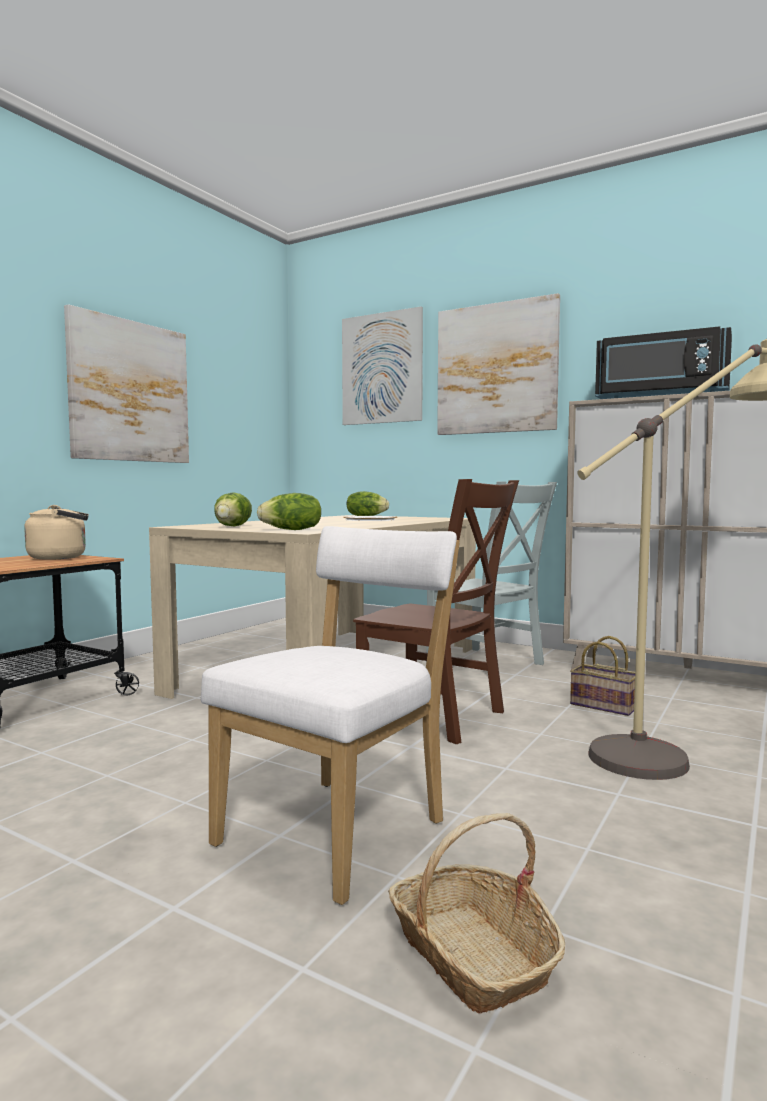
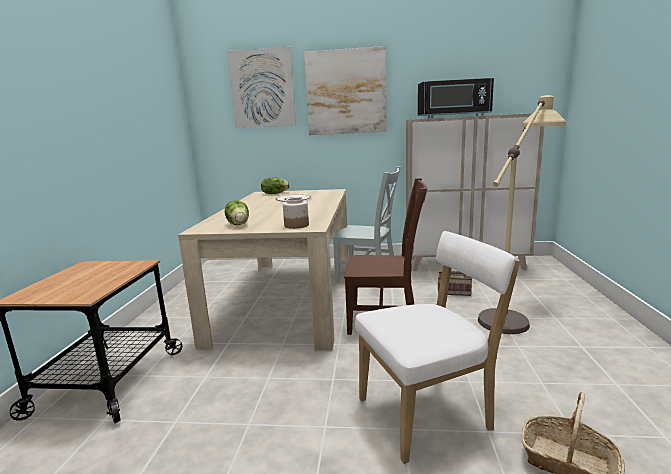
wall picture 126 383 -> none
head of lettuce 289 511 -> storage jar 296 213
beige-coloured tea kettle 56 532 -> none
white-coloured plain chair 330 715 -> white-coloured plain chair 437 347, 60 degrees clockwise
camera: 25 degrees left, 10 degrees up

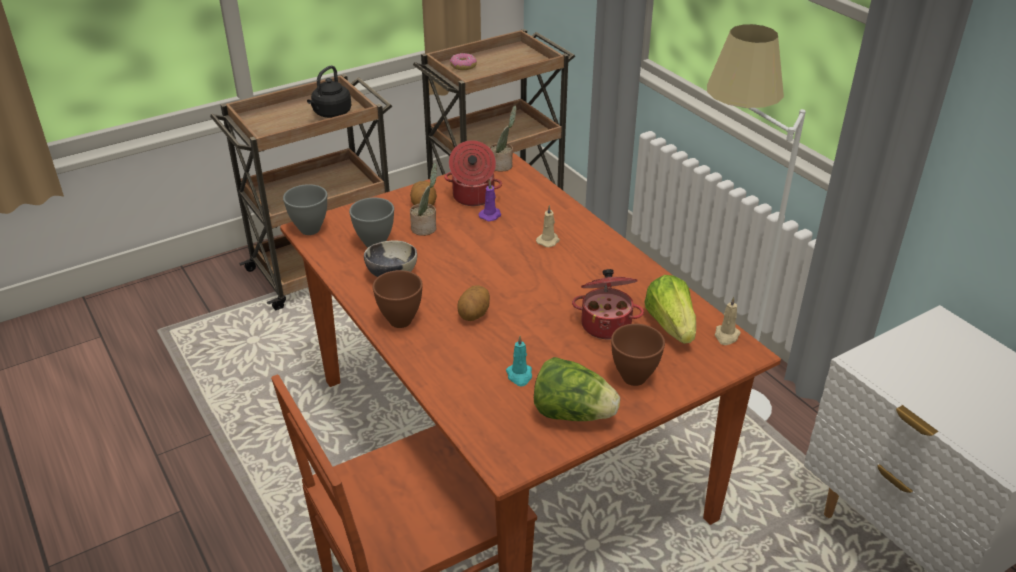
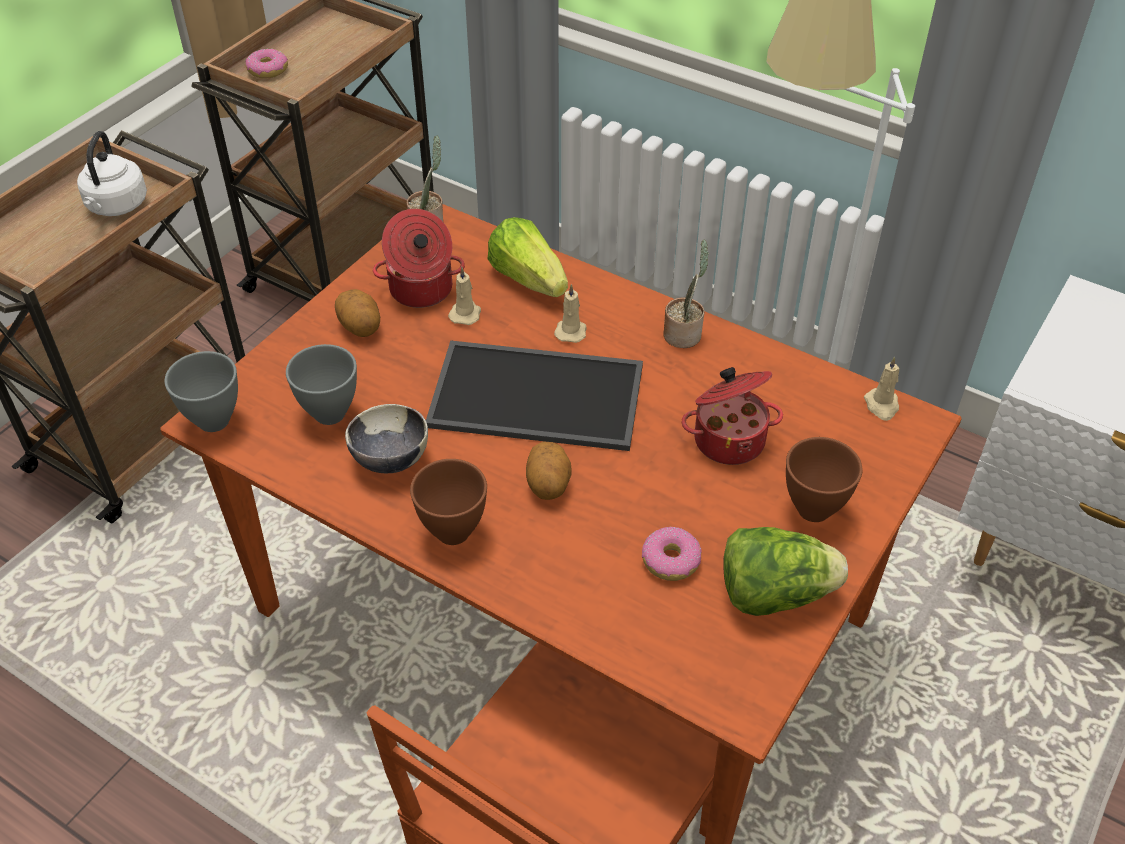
blackish tea kettle 329 91 -> white-coloured tea kettle 112 173
potted plant 423 199 -> potted plant 686 294, moved
purple-coloured wax light 490 201 -> beige-coloured wax light 464 296
head of lettuce 670 309 -> head of lettuce 528 257, moved
blue-green wax light 519 361 -> doughnut 672 554
none -> serving tray 534 395
camera: 25 degrees left, 10 degrees up

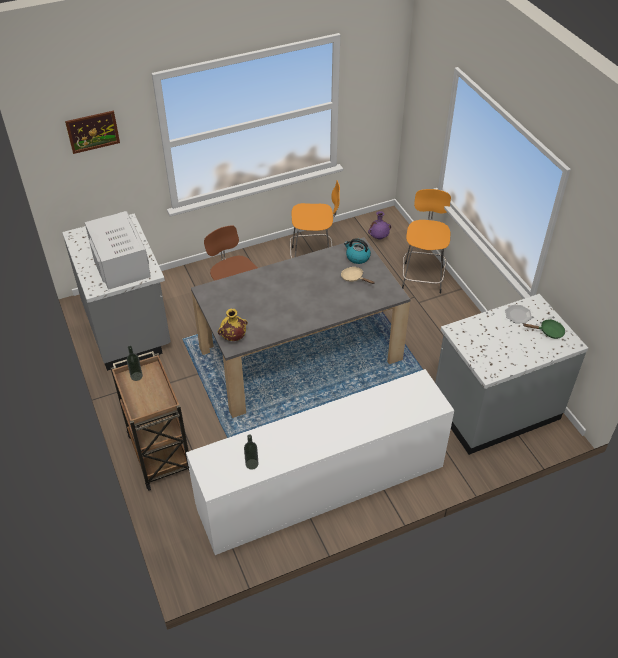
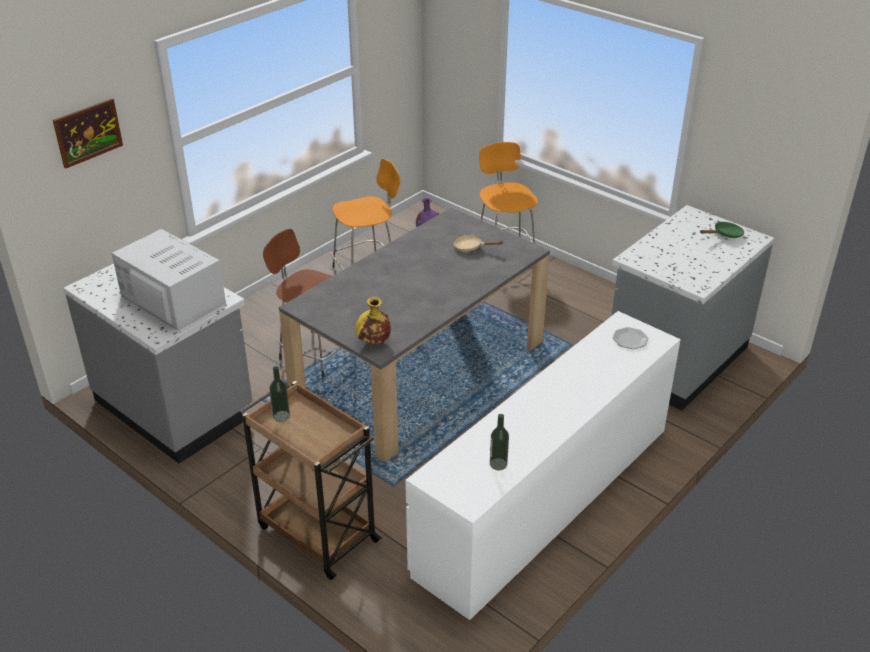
tea kettle 357 251 -> none
flat dish 518 314 -> flat dish 631 338, moved
camera: 25 degrees left, 10 degrees down

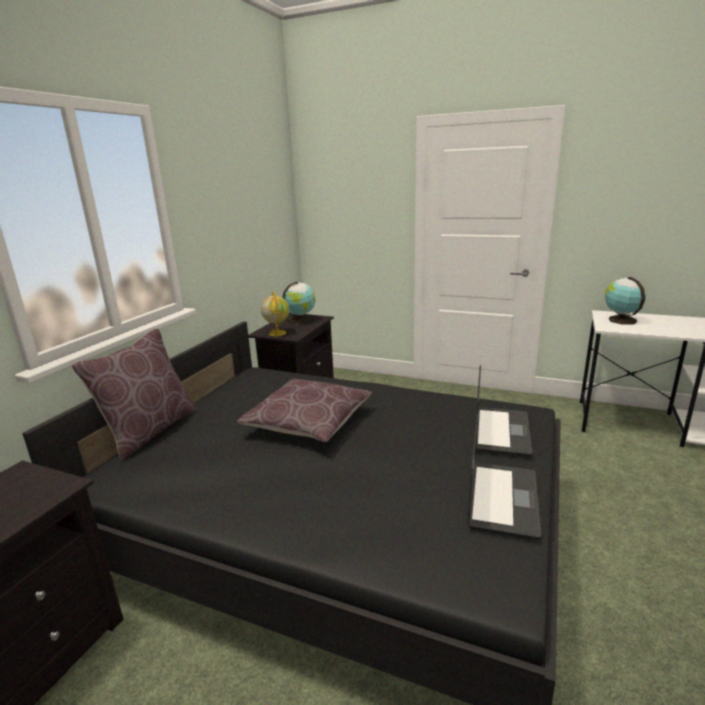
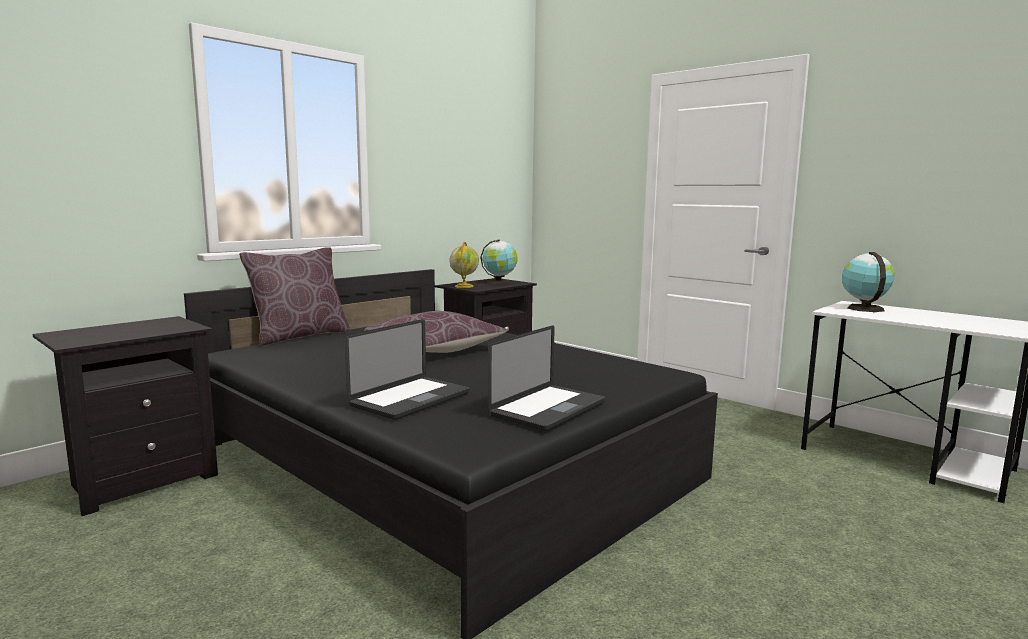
portable computer 504 411 -> portable computer 407 369, moved
camera: 20 degrees right, 10 degrees down

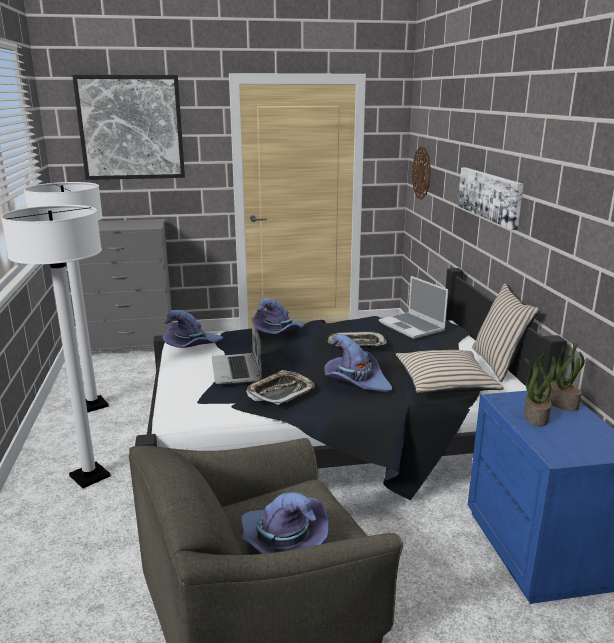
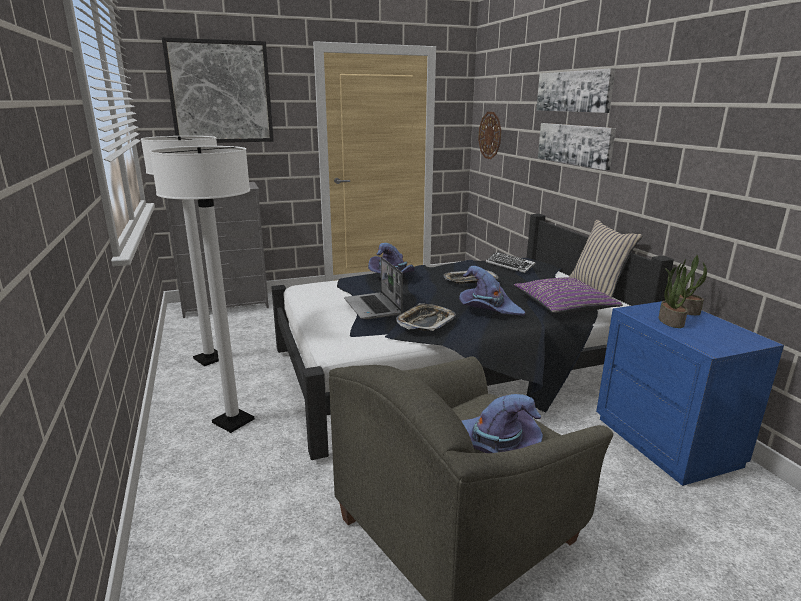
portable computer 414 307 -> keyboard 510 262
purple-coloured clothing hat 192 329 -> none
beige-coloured pillow 449 371 -> purple-coloured pillow 568 295
none -> wall picture 575 90
camera: 10 degrees left, 0 degrees up

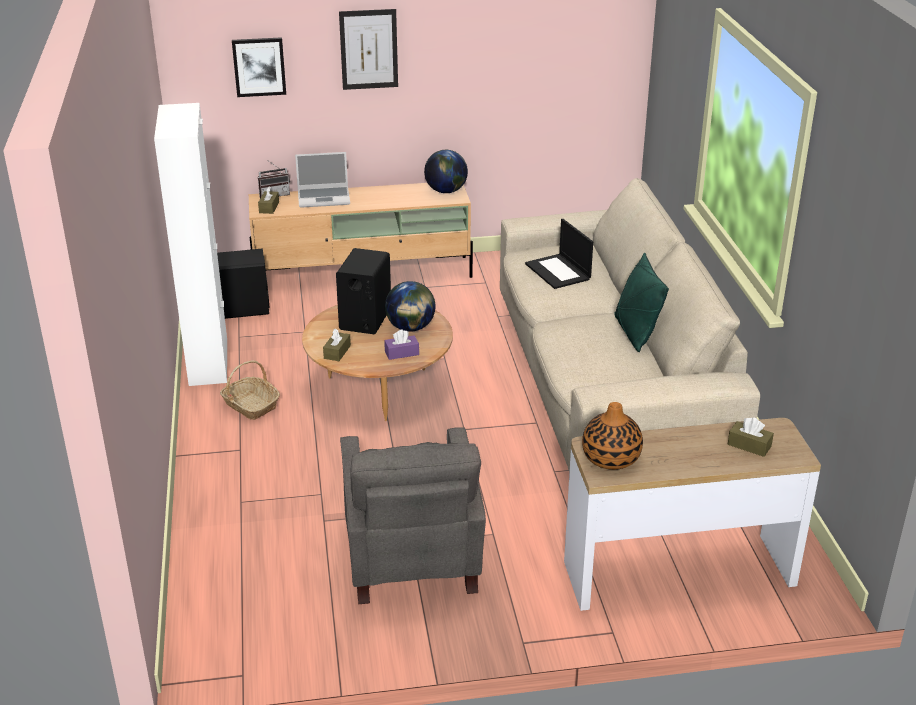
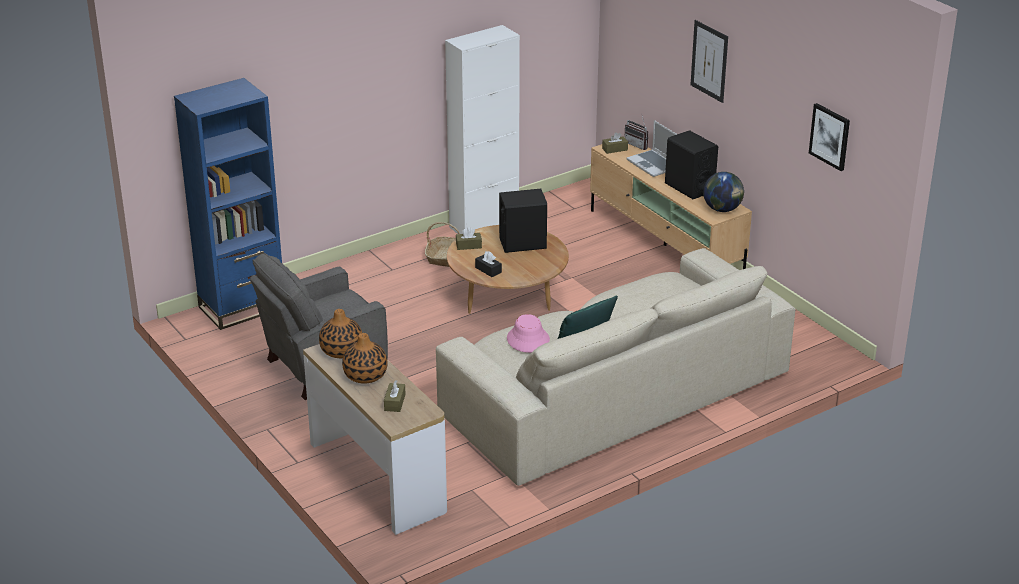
wall picture 259 67 -> wall picture 829 137, moved
portable computer 559 254 -> none
blackish audio speaker 243 283 -> blackish audio speaker 691 164, moved
world globe 410 306 -> none
purple-coloured tissue holder 401 345 -> blackish tissue holder 488 264
none -> blue bookshelf 228 204
none -> pink clothing hat 528 333
none -> vase 365 358
camera: 65 degrees right, 0 degrees up

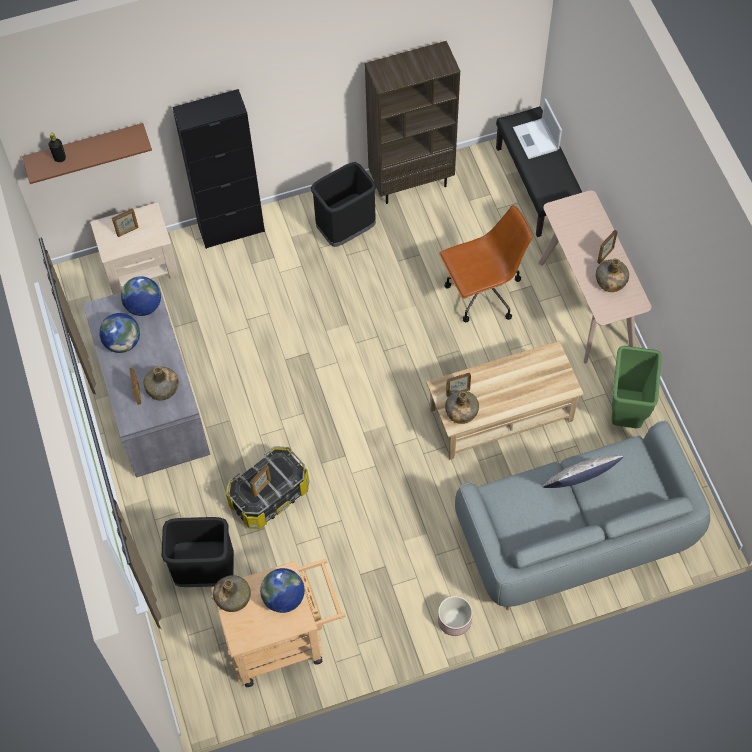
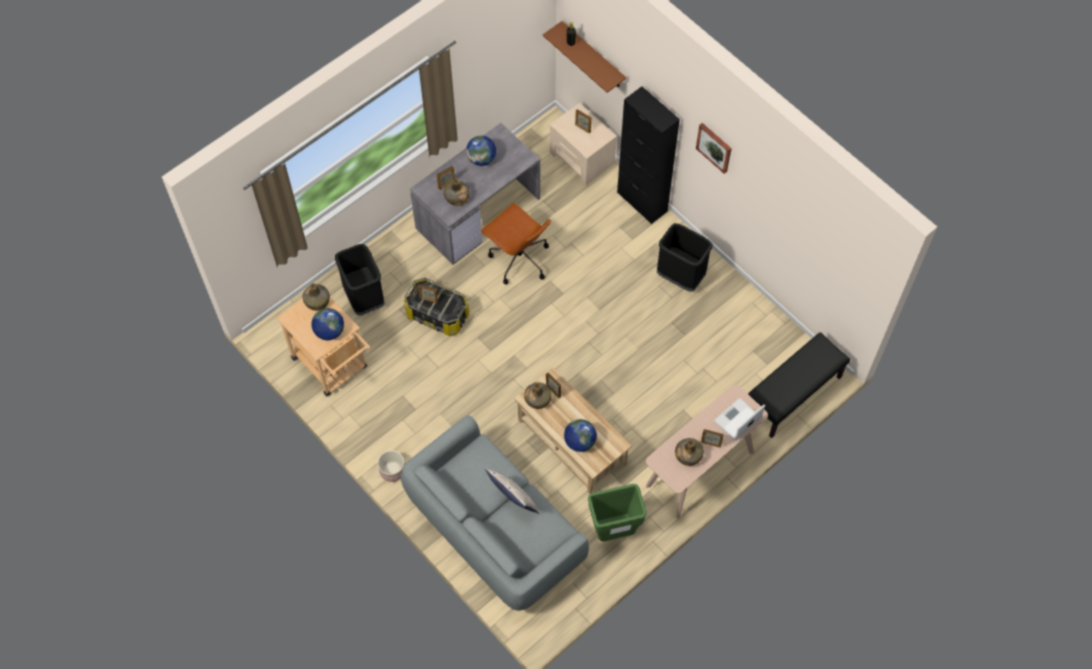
brown-coloured bookshelf 412 122 -> none
portable computer 537 129 -> portable computer 739 419, moved
brown-coloured computer chair 486 263 -> brown-coloured computer chair 516 243, moved
world globe 141 296 -> world globe 580 435, moved
none -> wall picture 714 148
camera: 65 degrees right, 0 degrees up

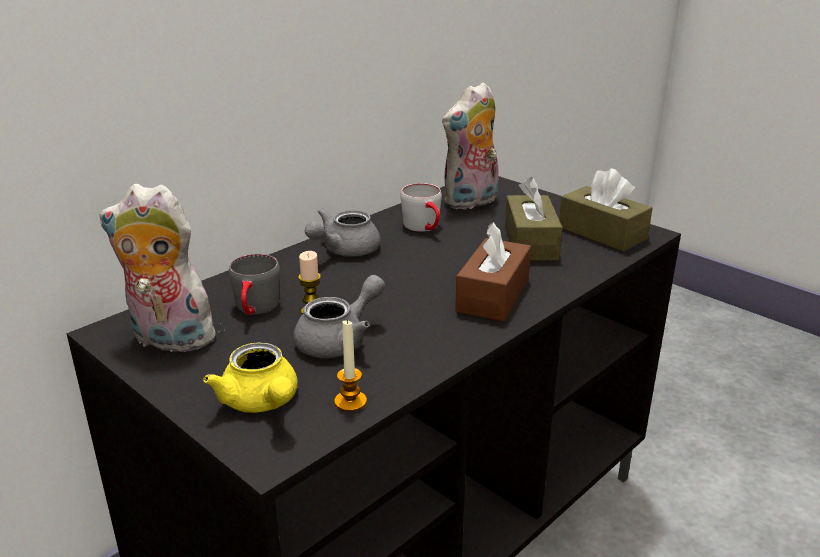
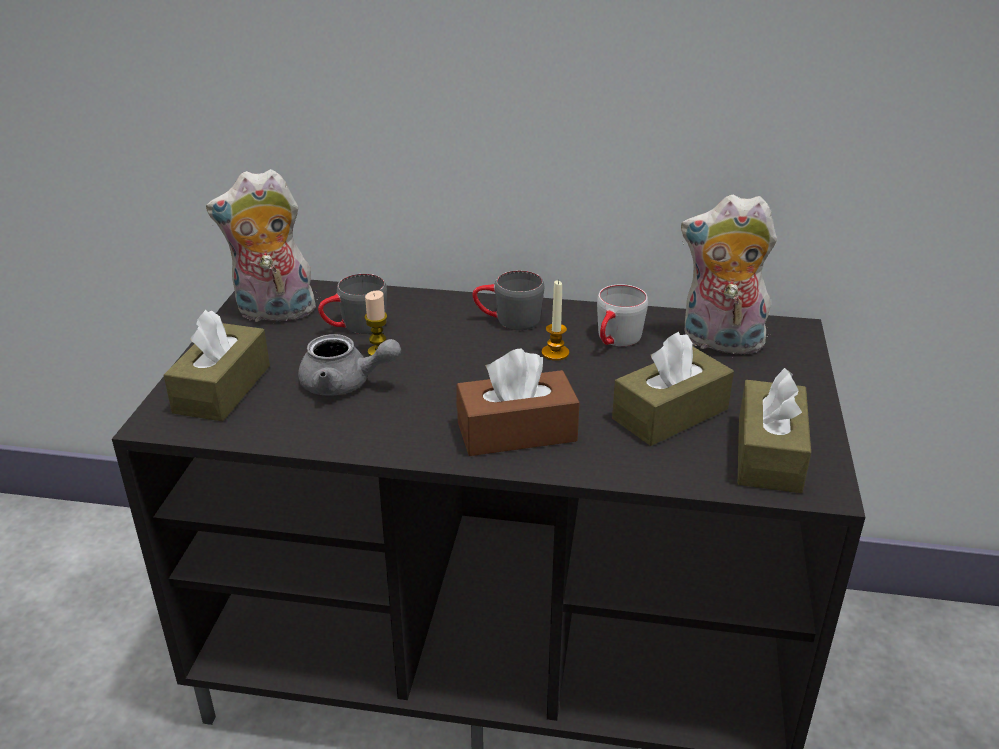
soft toy 159 268 -> soft toy 261 247, 75 degrees counterclockwise
gray tea pot 343 233 -> gray tea mug 508 300
wax light 350 366 -> wax light 555 320, moved
yellowish tea pot 250 378 -> brown-coloured tissue holder 217 365
camera: 55 degrees right, 5 degrees up

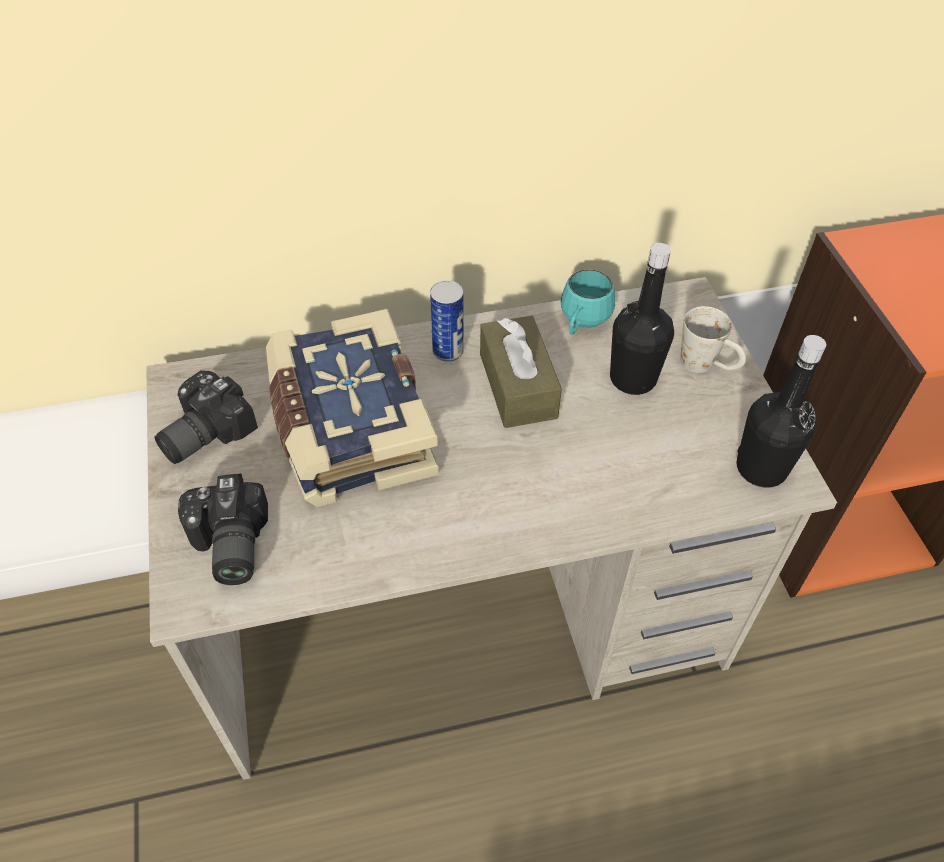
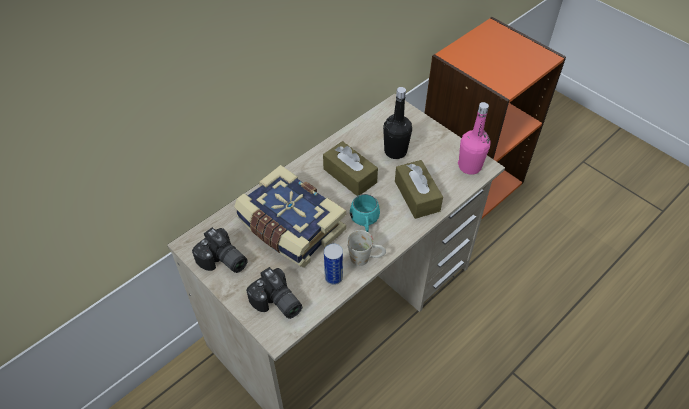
blue-green tea mug 588 302 -> blue-green tea mug 365 213, moved
sealed can 447 321 -> sealed can 333 264, moved
white-coloured tea mug 713 339 -> white-coloured tea mug 366 248, moved
blackish beverage bottle 781 411 -> pink beverage bottle 474 138
still camera 206 417 -> still camera 220 250, 60 degrees counterclockwise
none -> brown-coloured tissue holder 419 189
camera: 30 degrees left, 0 degrees up

